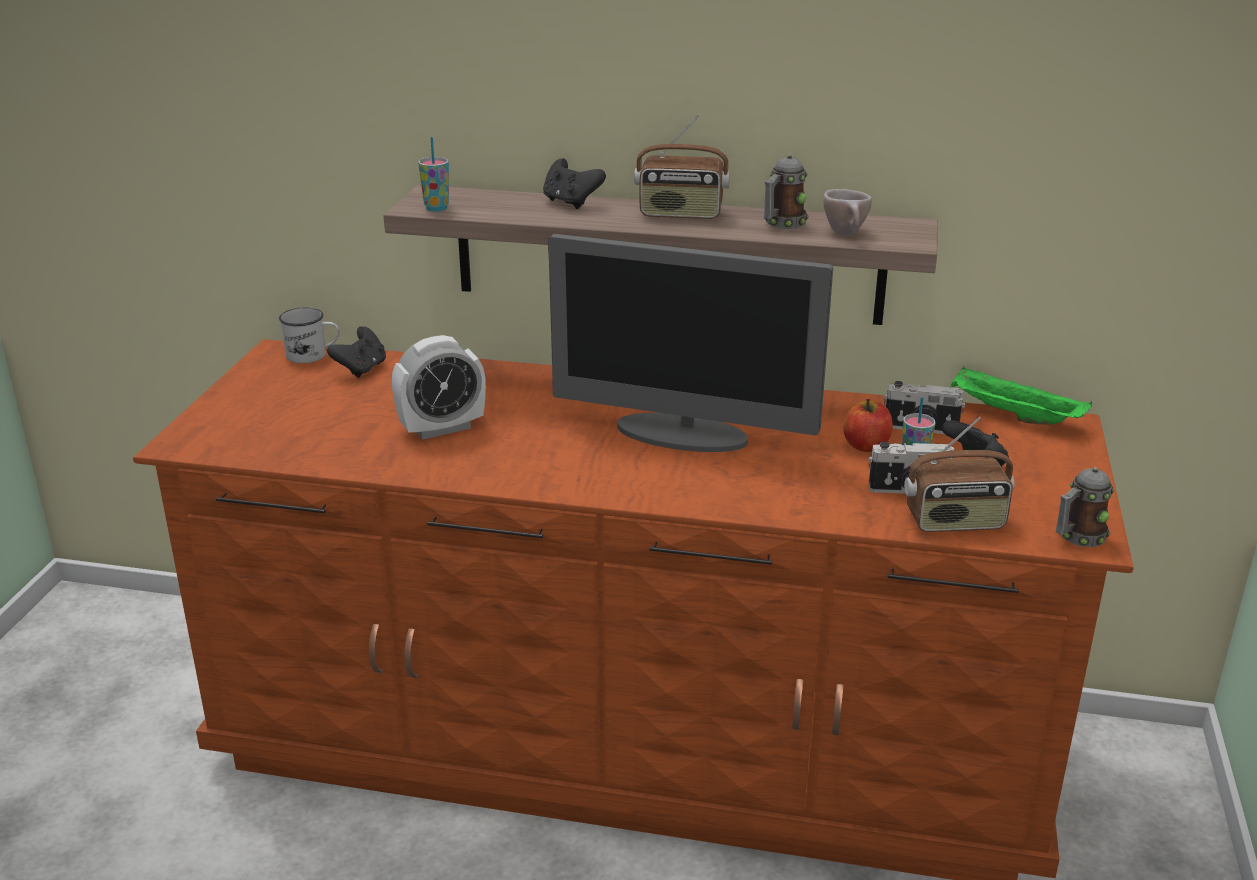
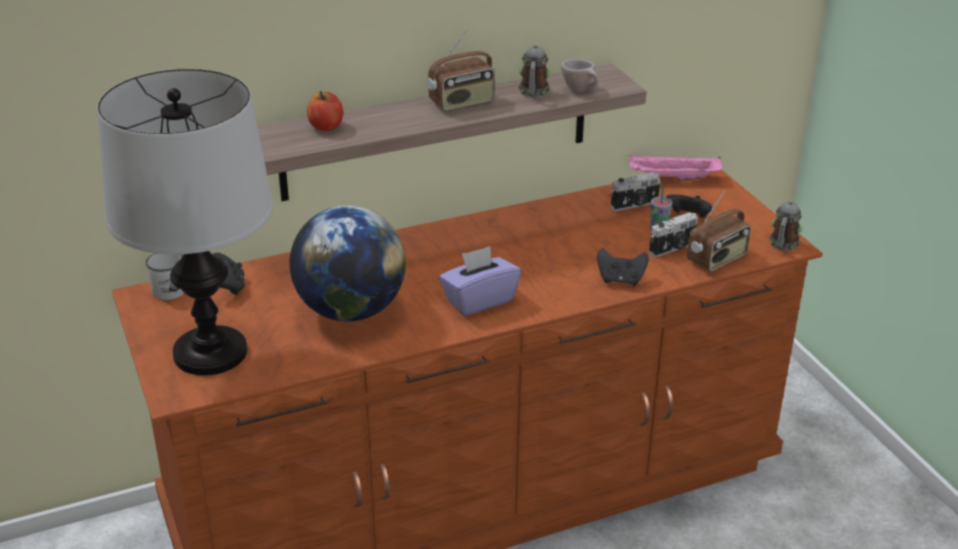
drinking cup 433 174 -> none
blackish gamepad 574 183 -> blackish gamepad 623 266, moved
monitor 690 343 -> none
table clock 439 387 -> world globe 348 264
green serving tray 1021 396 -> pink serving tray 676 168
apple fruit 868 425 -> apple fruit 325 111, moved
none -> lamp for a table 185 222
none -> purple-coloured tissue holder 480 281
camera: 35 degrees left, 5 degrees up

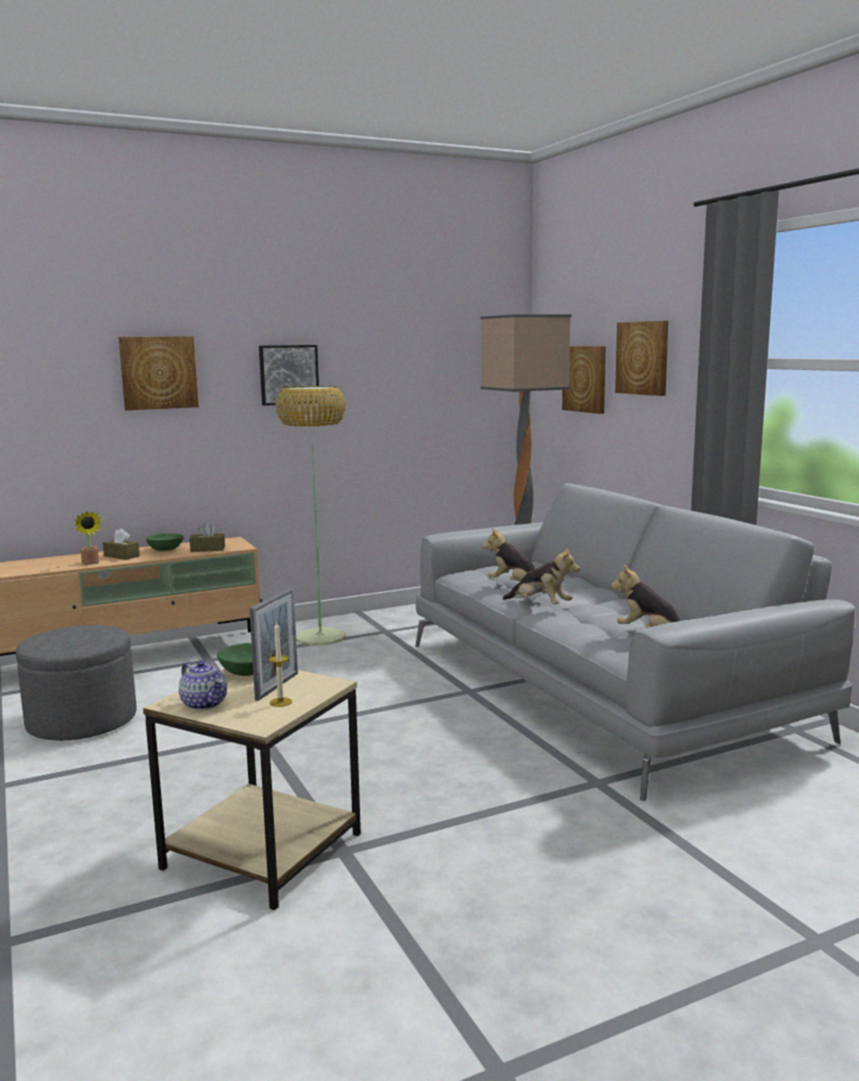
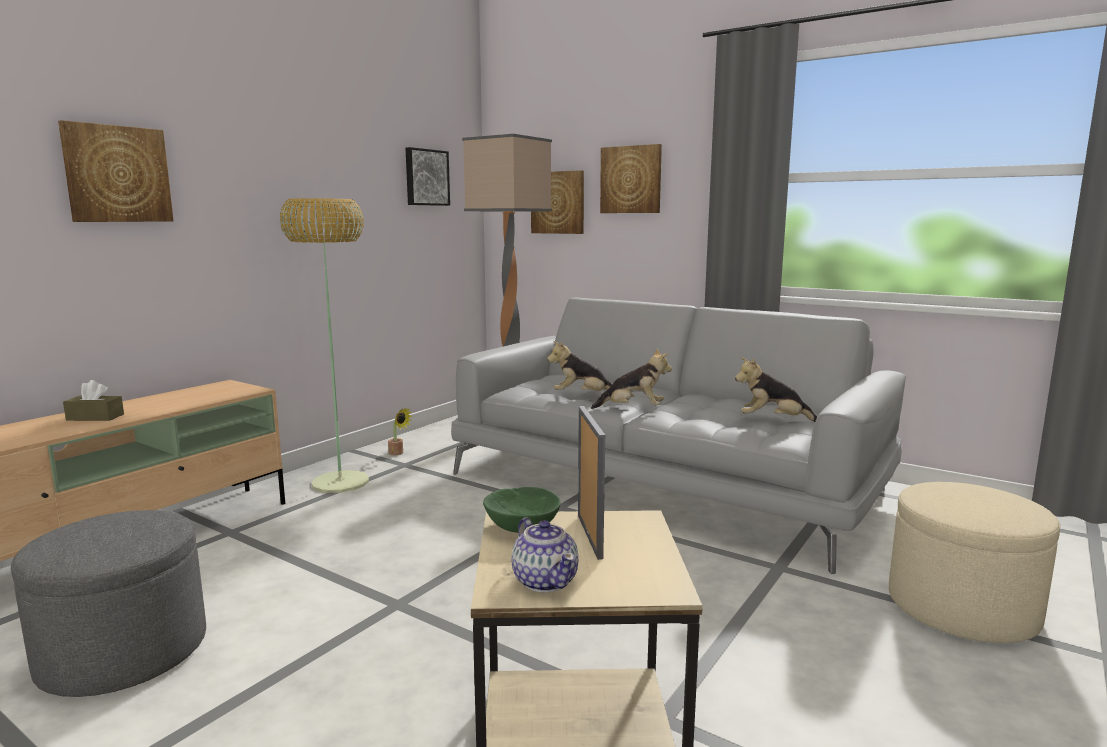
wall picture 289 375 -> wall picture 427 176, moved
potted plant 88 538 -> potted plant 400 431, moved
brown-coloured tissue holder 207 537 -> none
green deep dish 165 542 -> none
wax light 280 664 -> none
tea pot 203 685 -> tea pot 544 554, 45 degrees clockwise
none -> beige-coloured pouffe 974 562
camera: 30 degrees left, 0 degrees up

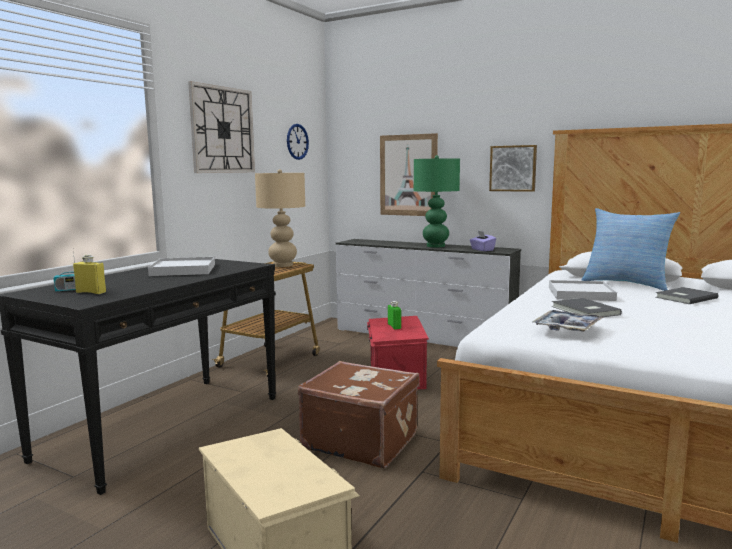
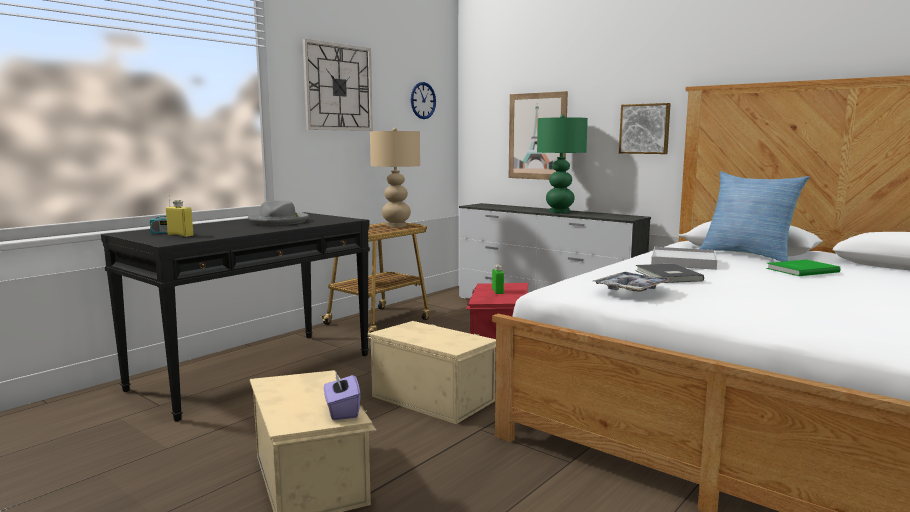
purple-coloured tissue holder 483 241 -> purple-coloured tissue holder 342 395, moved
white-coloured serving tray 181 266 -> gray clothing hat 278 213
gray volume 687 295 -> green volume 803 268
brown-coloured travel case 359 414 -> beige-coloured storage container 432 372
camera: 10 degrees right, 0 degrees up

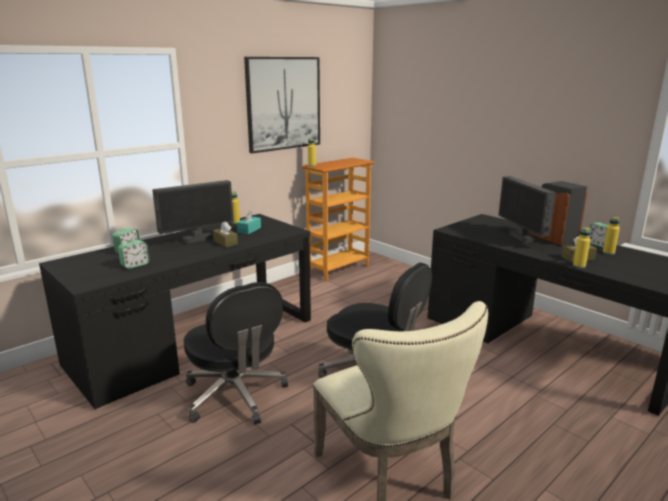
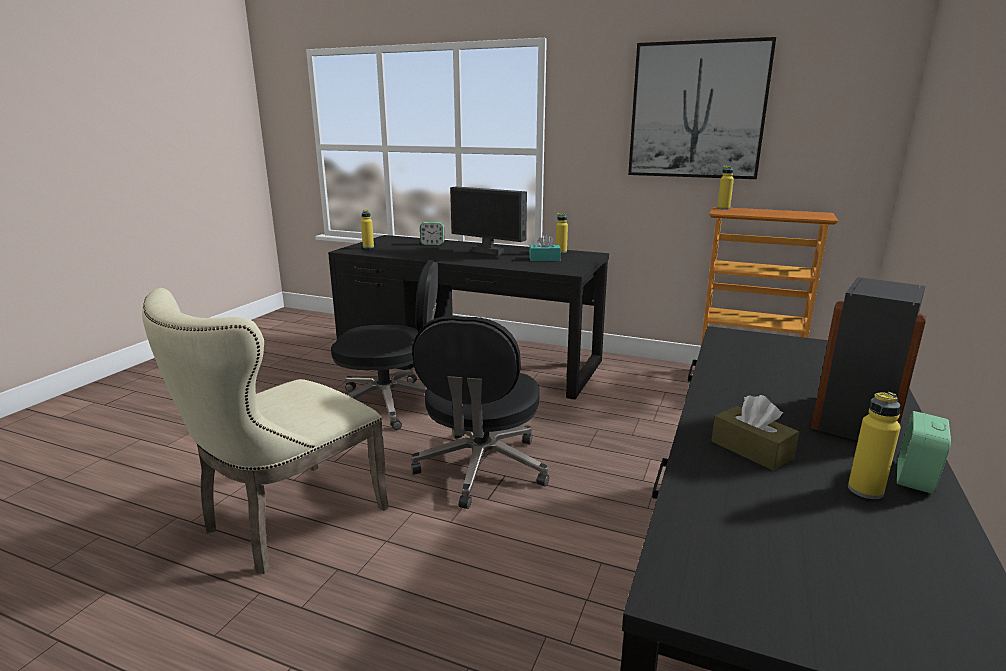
monitor 527 209 -> none
brown-coloured tissue holder 225 234 -> none
yellowish beverage bottle 582 247 -> yellowish beverage bottle 367 229, moved
table clock 133 254 -> none
blackish computer chair 236 353 -> blackish computer chair 385 345, 120 degrees counterclockwise
camera: 65 degrees right, 0 degrees up

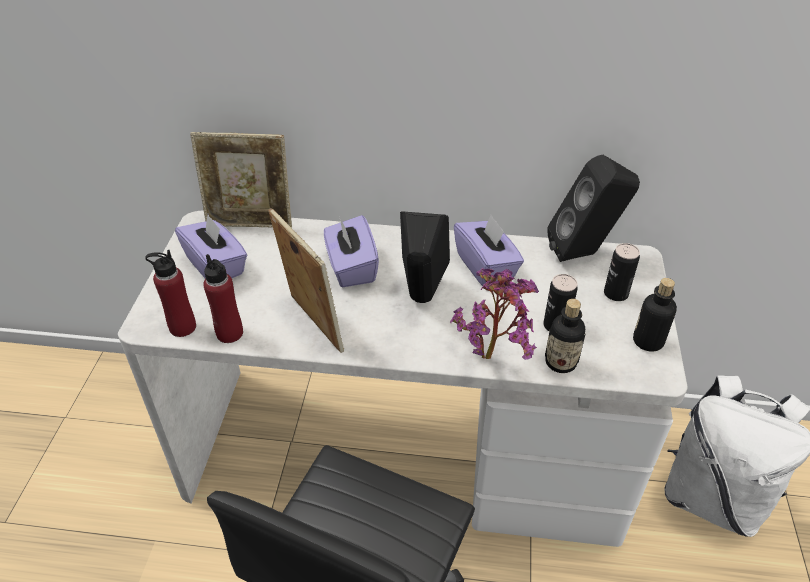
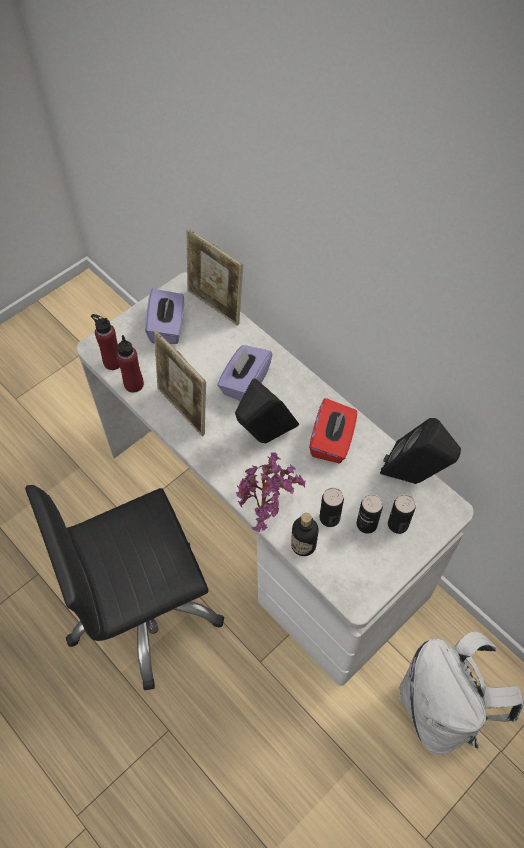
standing frame 306 280 -> standing frame 180 383, 135 degrees clockwise
purple-coloured tissue holder 489 250 -> red-coloured tissue holder 333 430
beverage bottle 655 315 -> none
none -> sealed can 369 514
camera: 40 degrees right, 15 degrees up

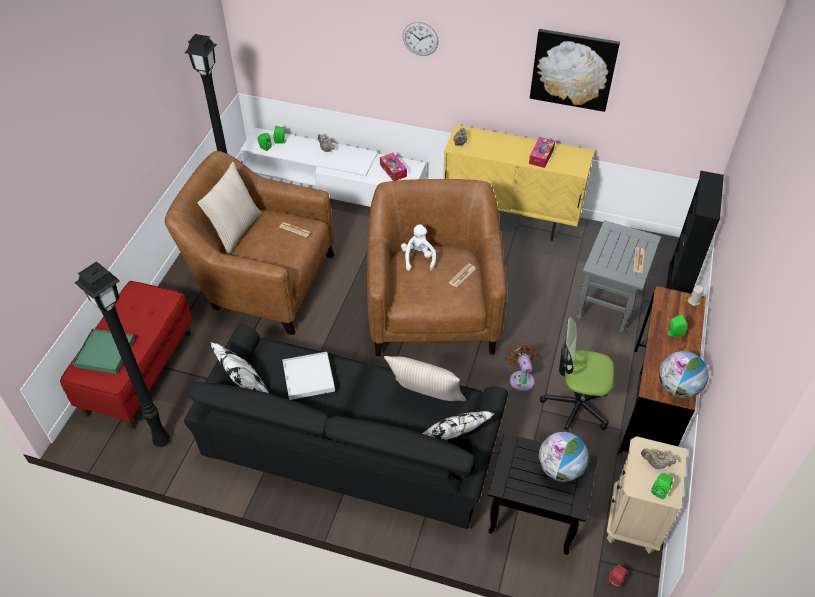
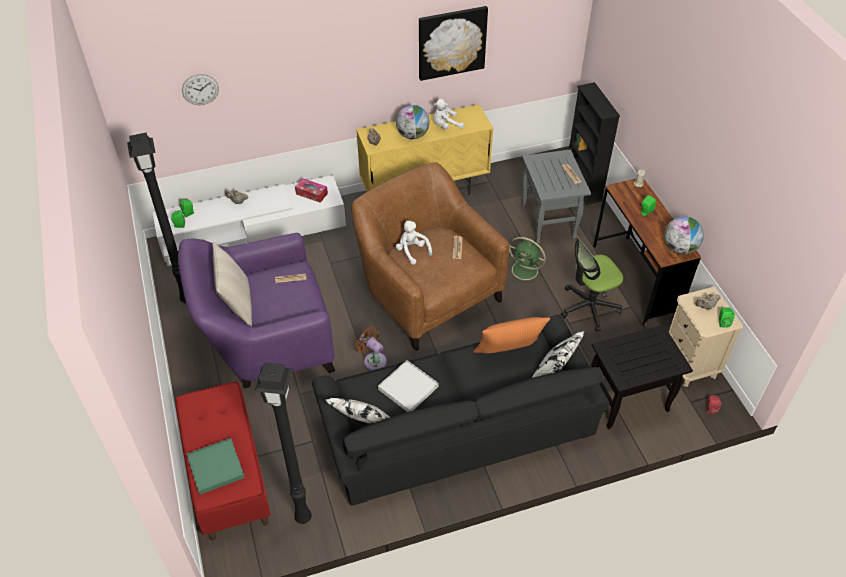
clock on the wall 421 39 -> clock on the wall 200 89, moved
tissue holder 542 152 -> white-coloured soft toy 448 114
brown-coloured armchair 249 243 -> purple-coloured armchair 256 311
brown-coloured cooling fan 522 367 -> brown-coloured cooling fan 370 348, moved
beige-coloured pillow 425 378 -> orange-coloured pillow 511 335
world globe 564 457 -> world globe 413 122, moved
none -> green cooling fan 526 261
camera: 35 degrees left, 0 degrees up

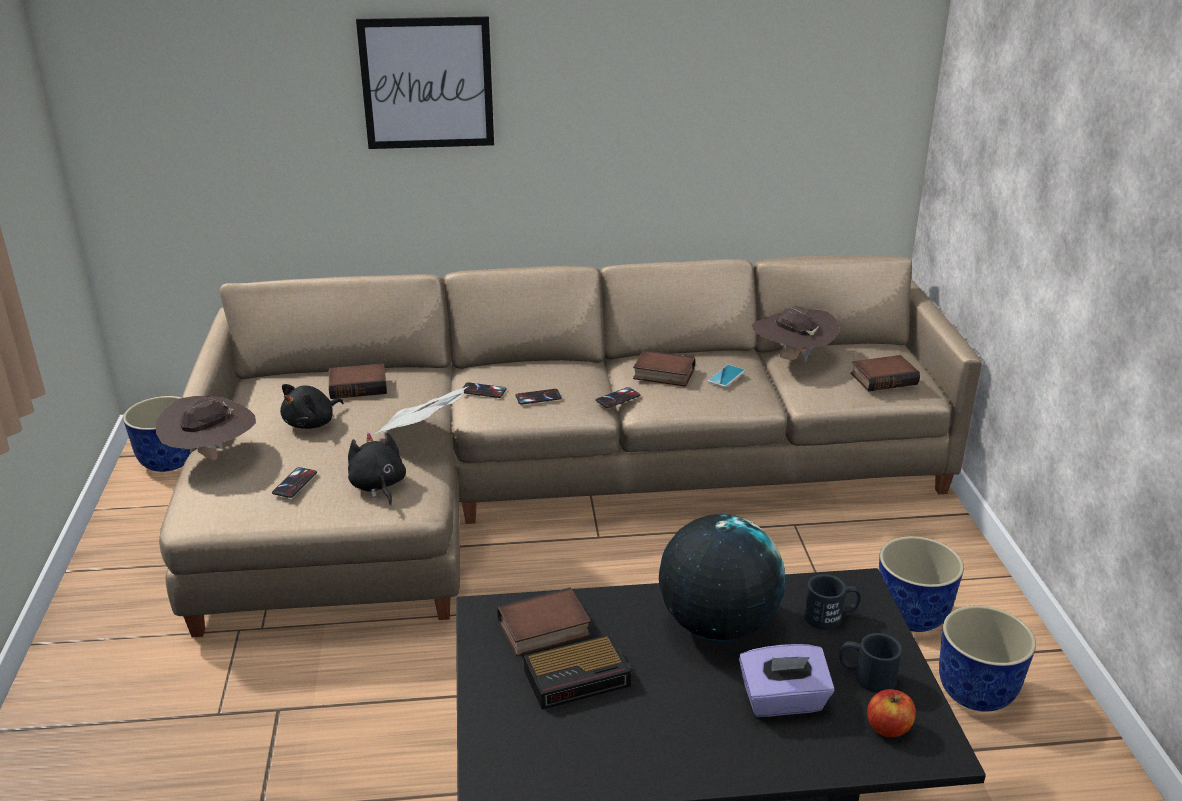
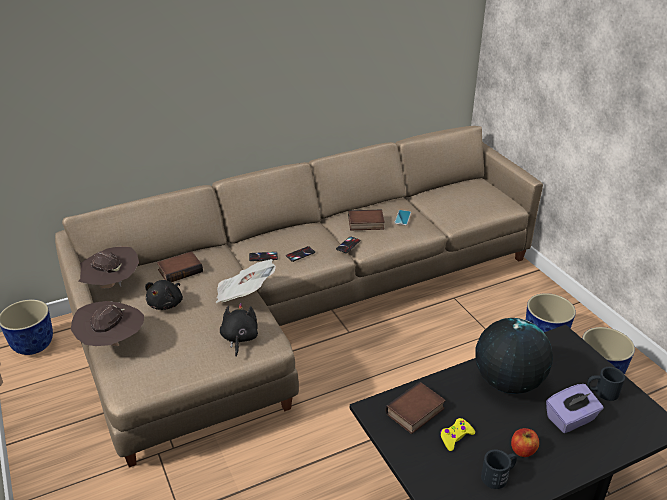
wall picture 425 82 -> none
brown-coloured clothing hat 796 334 -> brown-coloured clothing hat 108 267, moved
volume 885 373 -> none
blackish soft toy 377 469 -> blackish soft toy 239 330, 45 degrees clockwise
phone 294 482 -> none
blackish tea mug 832 602 -> blackish tea mug 499 469, moved
table clock 578 672 -> yellowish gamepad 457 434
apple fruit 891 713 -> apple fruit 525 442, moved
camera: 20 degrees left, 5 degrees up

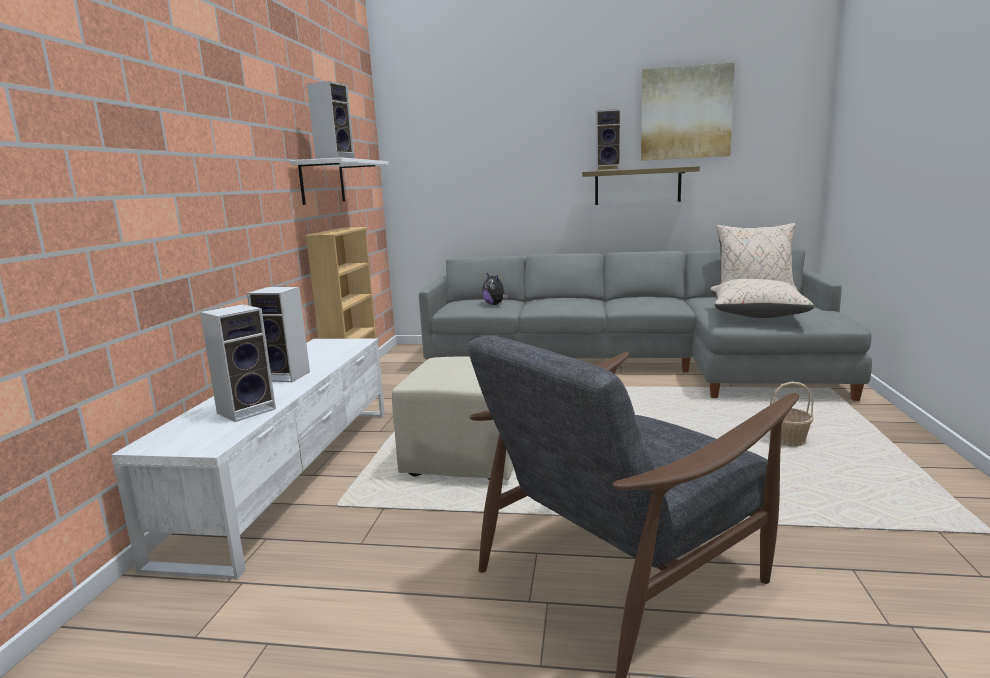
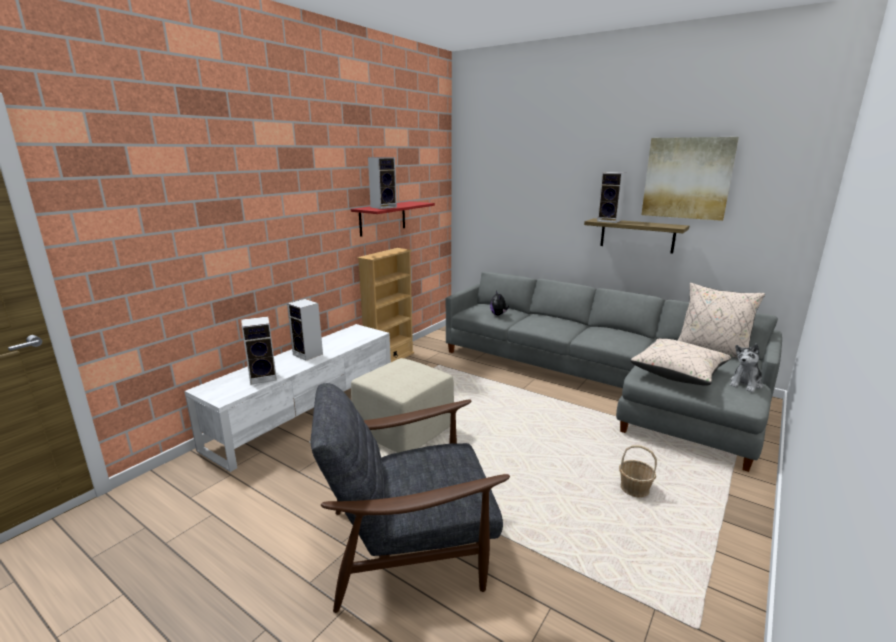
white-coloured shelf 339 181 -> red-coloured shelf 393 219
none -> soft toy 746 368
camera: 25 degrees right, 5 degrees up

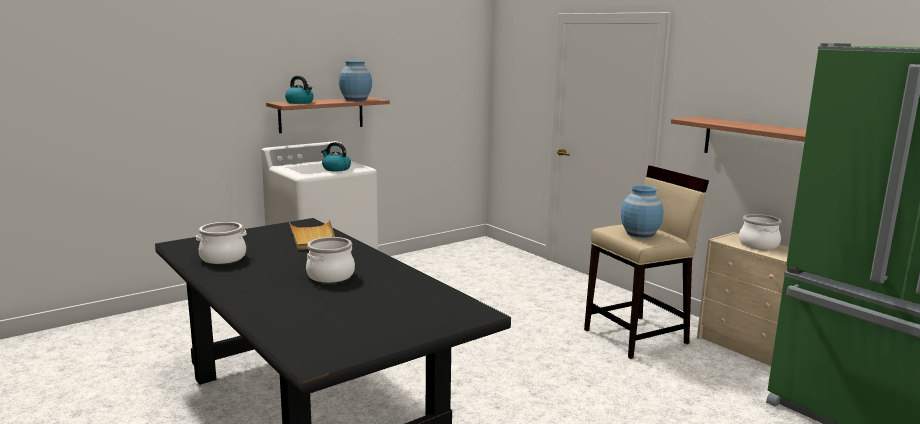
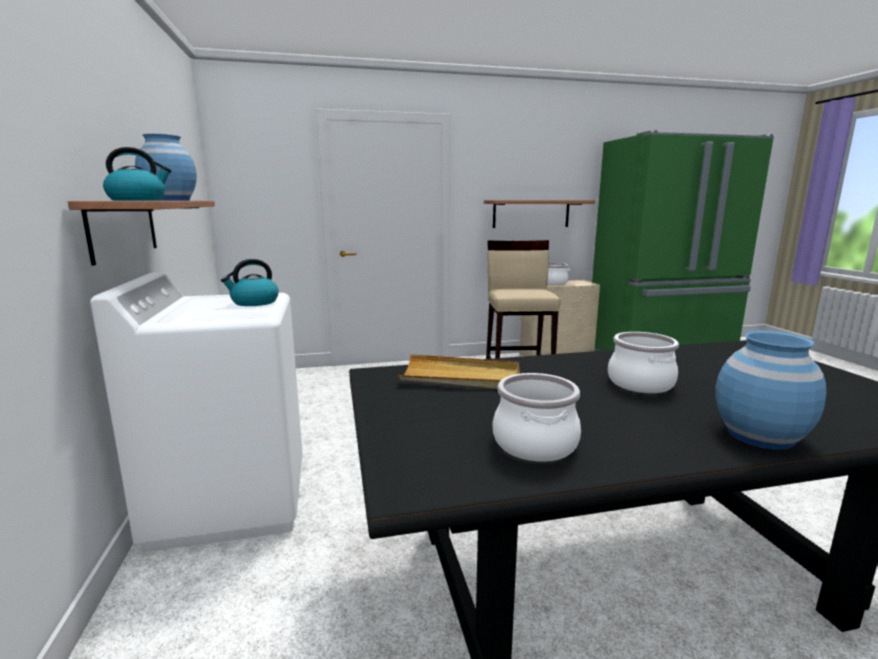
blue vase 642 211 -> blue vase 770 390, moved
camera: 65 degrees left, 0 degrees up

